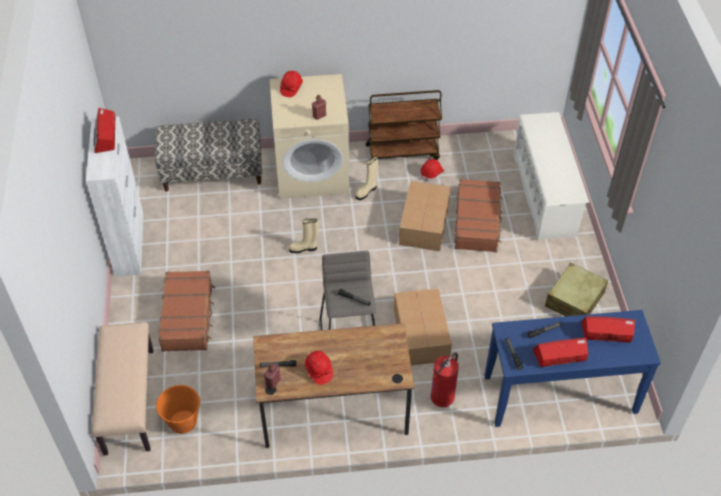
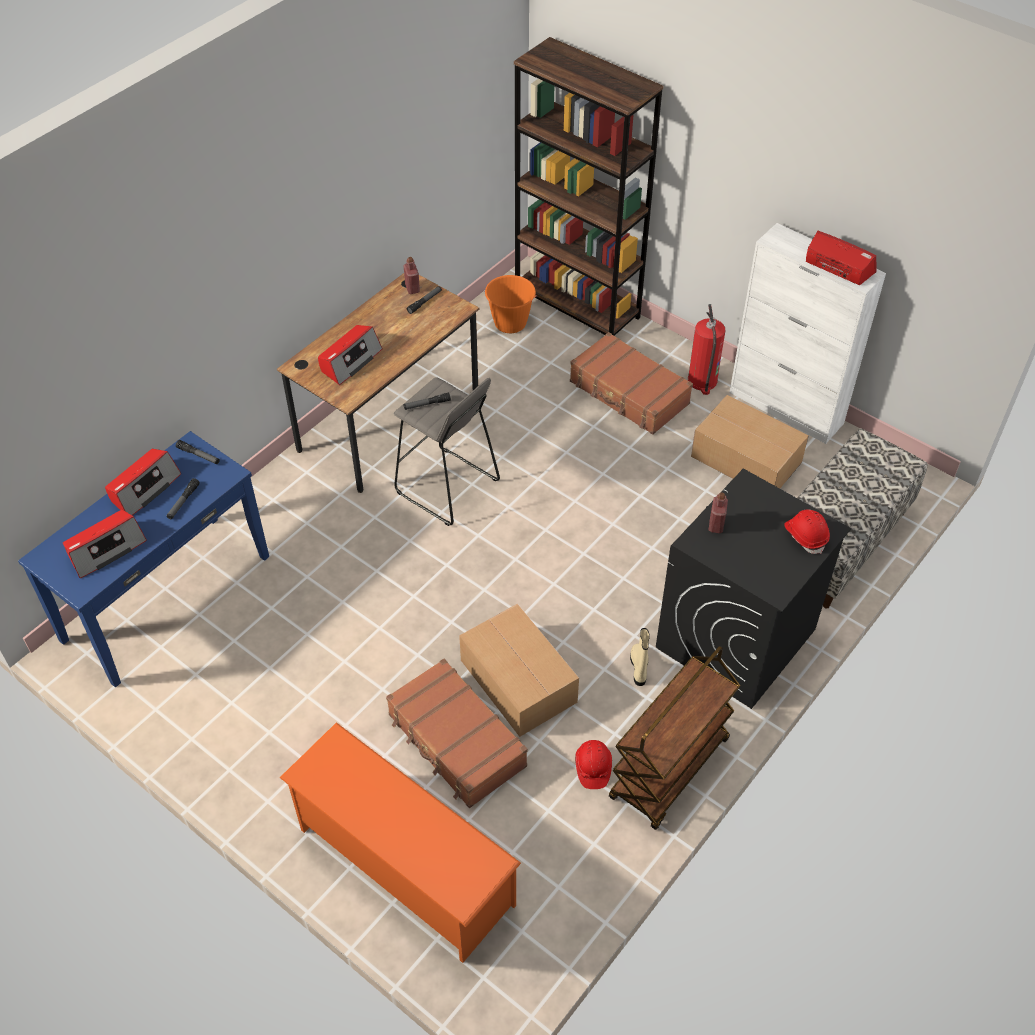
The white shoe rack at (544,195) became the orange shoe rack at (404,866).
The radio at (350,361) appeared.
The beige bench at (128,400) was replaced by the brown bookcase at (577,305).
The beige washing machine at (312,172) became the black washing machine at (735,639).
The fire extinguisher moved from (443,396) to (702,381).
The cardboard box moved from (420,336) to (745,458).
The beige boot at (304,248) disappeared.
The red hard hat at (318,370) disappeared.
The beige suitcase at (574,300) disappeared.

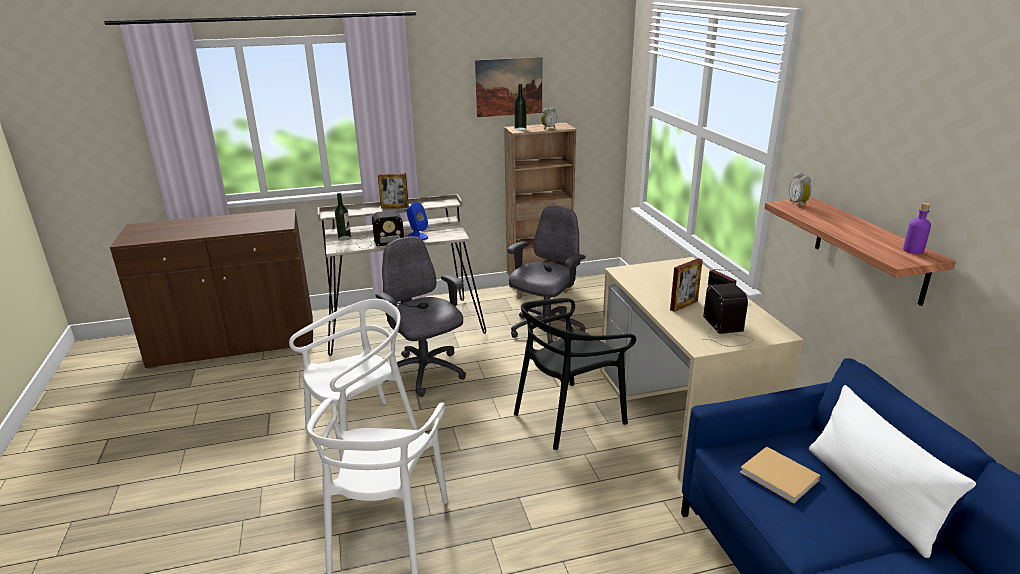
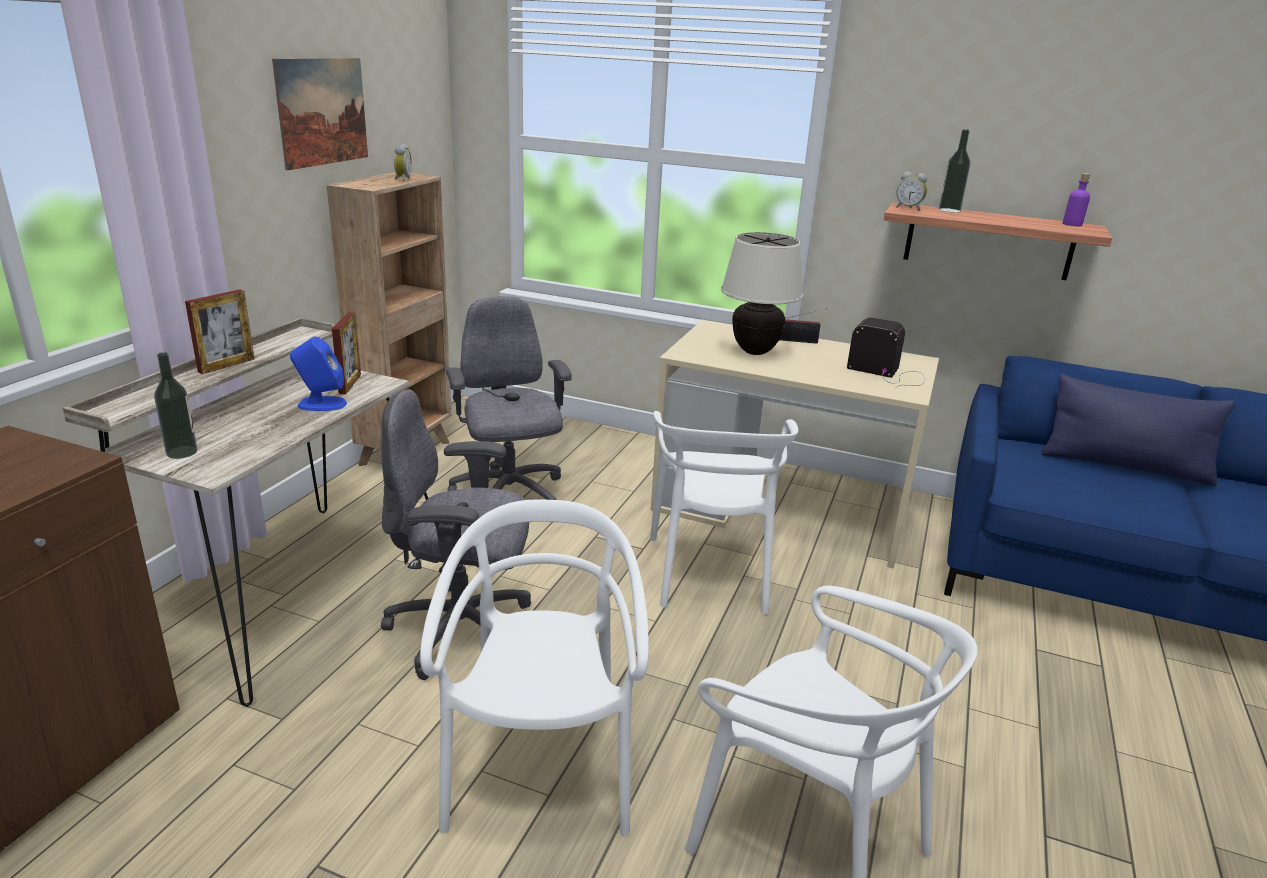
The picture frame moved from (684,305) to (350,384).
The black chair at (568,416) became the white chair at (711,572).
The beige table lamp at (755,351) appeared.
The bottle moved from (520,129) to (949,210).
The white pillow at (871,496) became the blue pillow at (1124,466).
The radio at (378,242) disappeared.
The beige book at (781,477) disappeared.

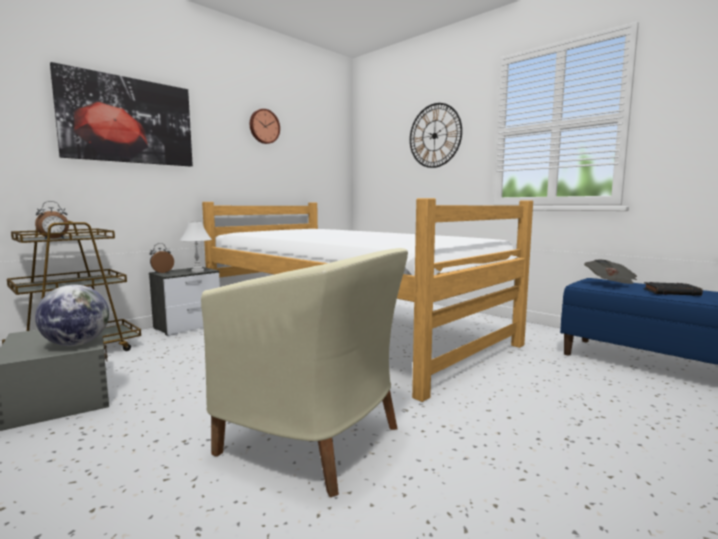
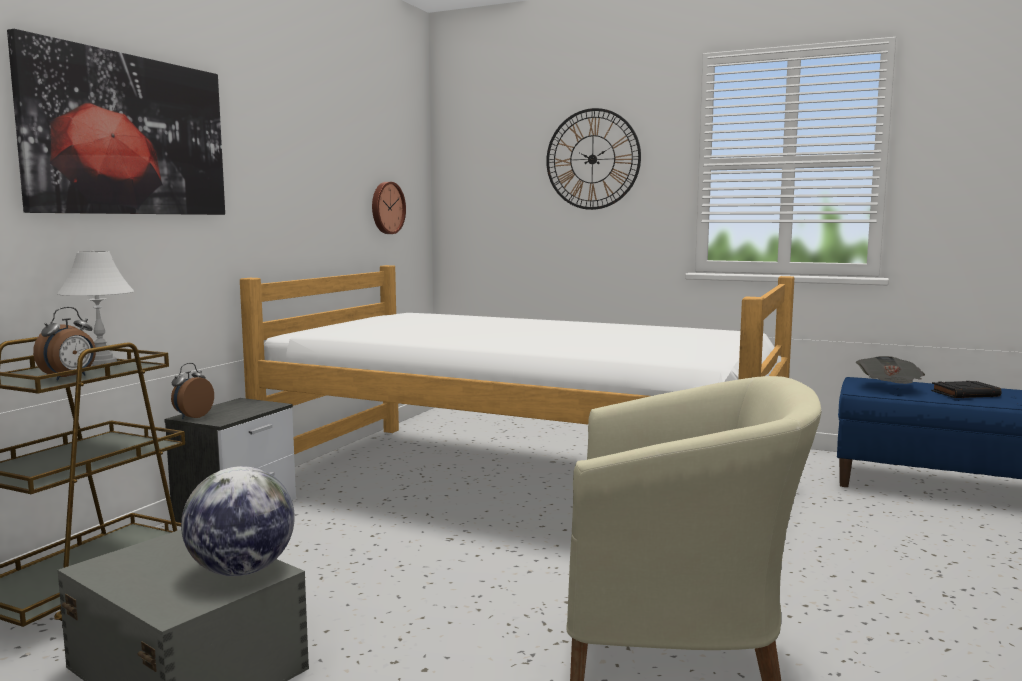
The white table lamp moved from (198,271) to (102,364).
The wall clock moved from (264,126) to (386,208).

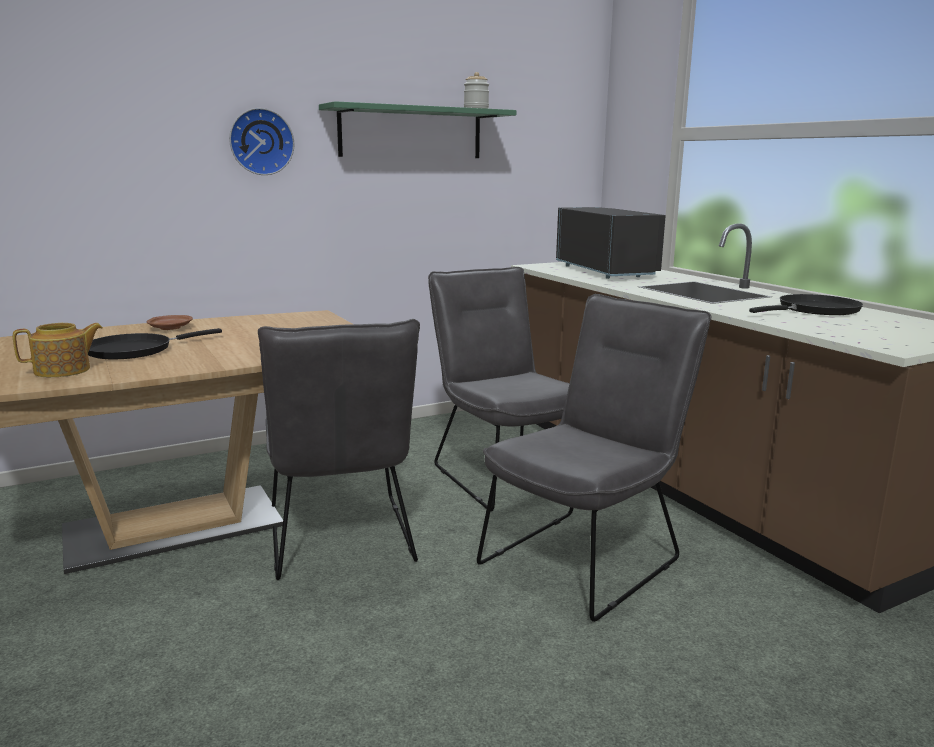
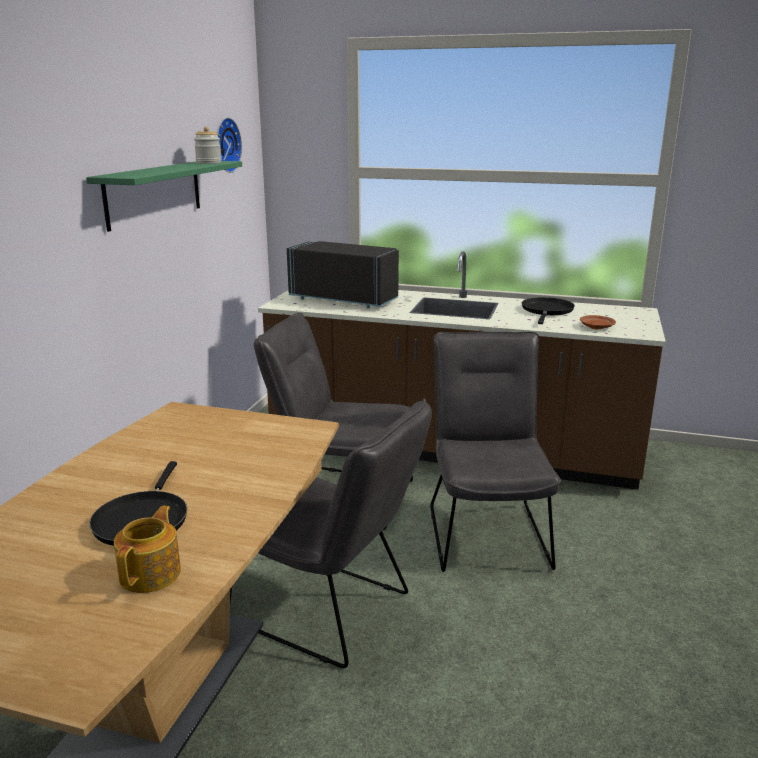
The wall clock moved from (261,142) to (225,145).
The brown plate moved from (170,328) to (596,327).

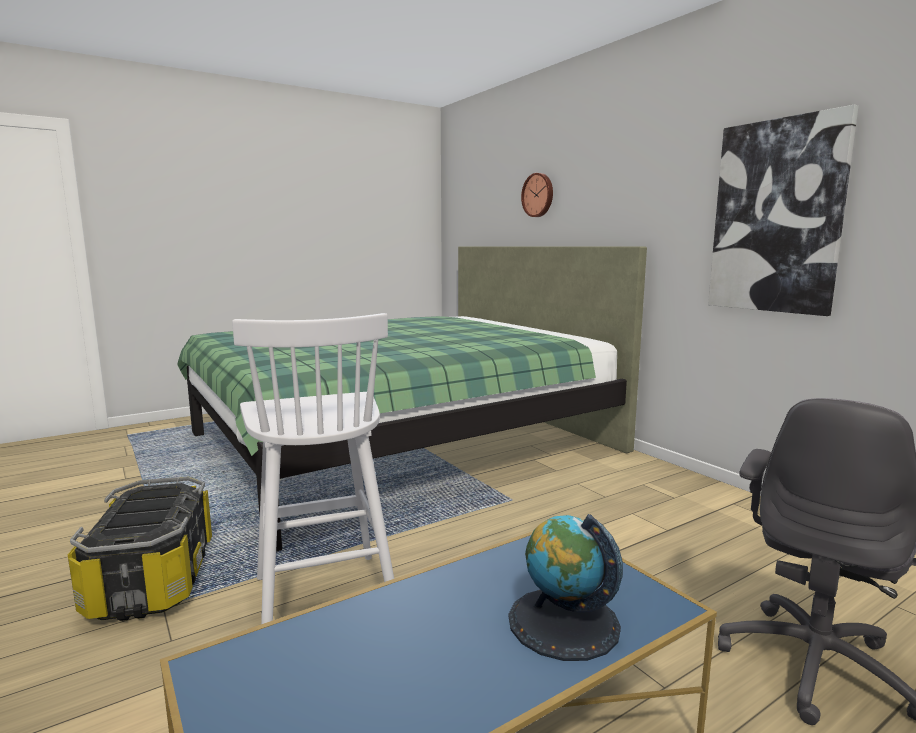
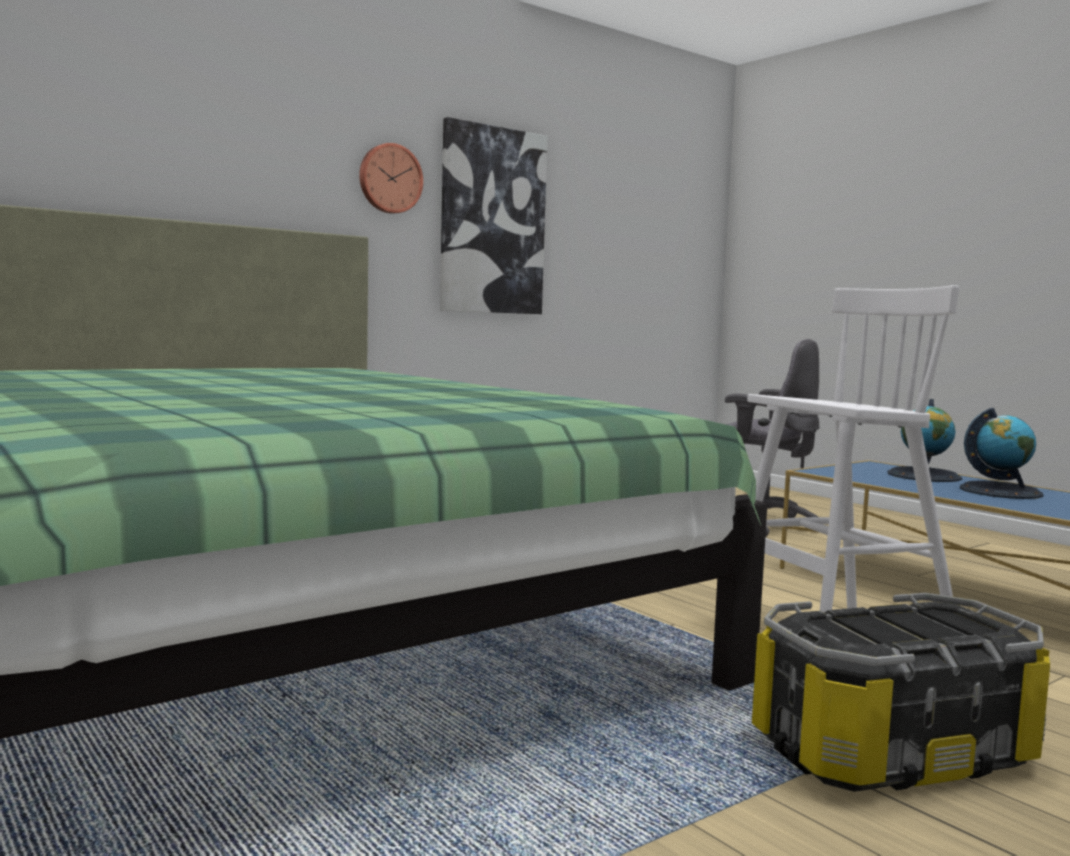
The wall clock moved from (538,195) to (389,179).
The globe at (1000,491) appeared.

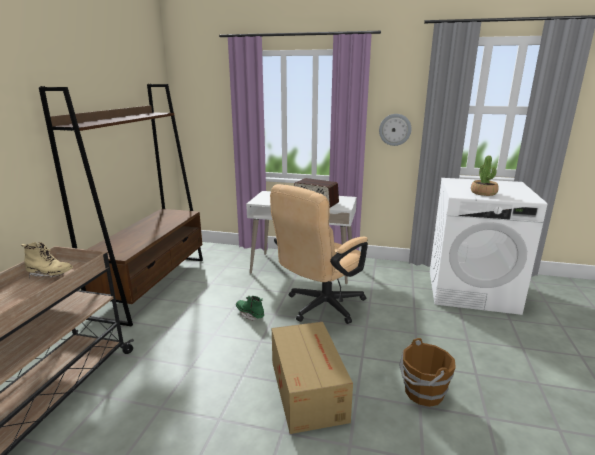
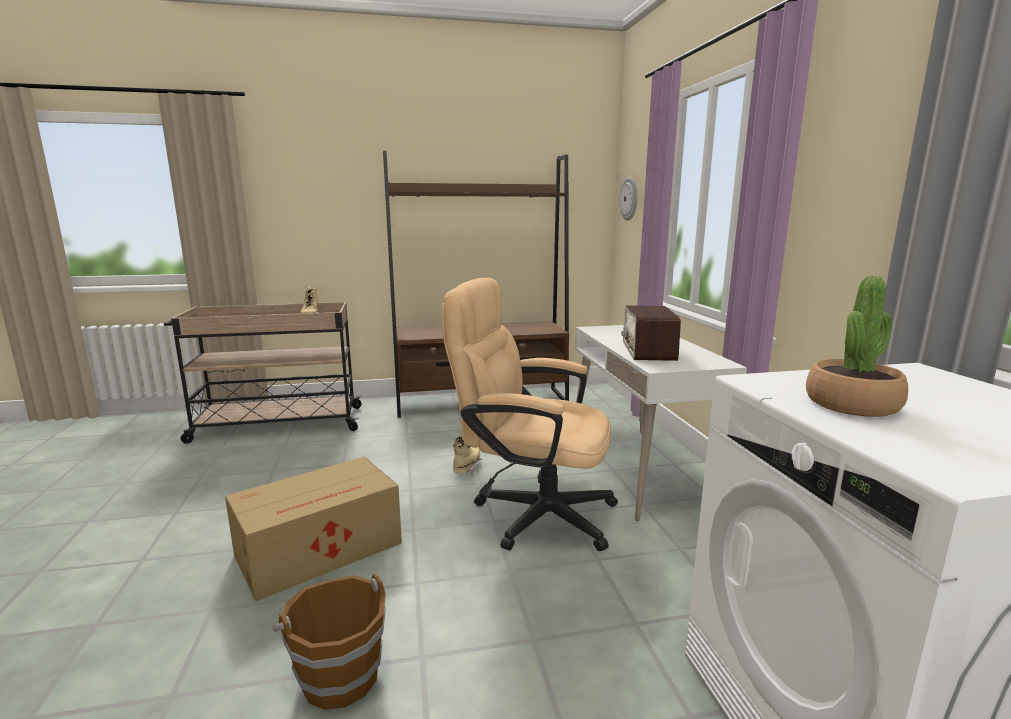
The green boot at (250,314) became the beige boot at (467,467).
The wall clock moved from (395,129) to (629,199).

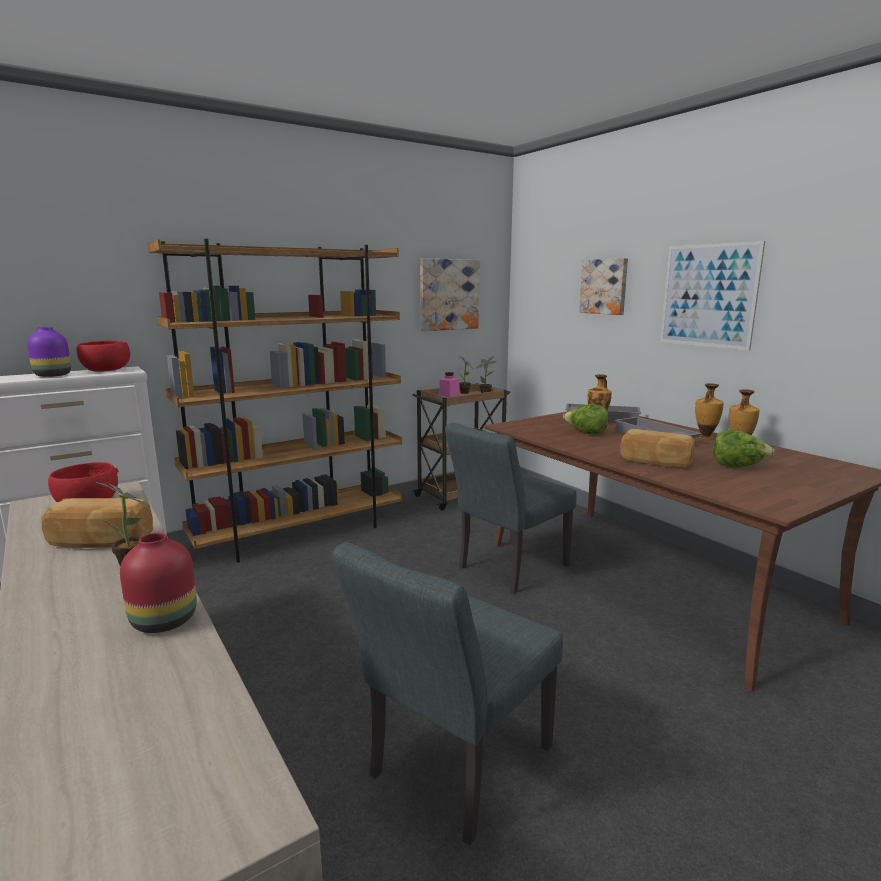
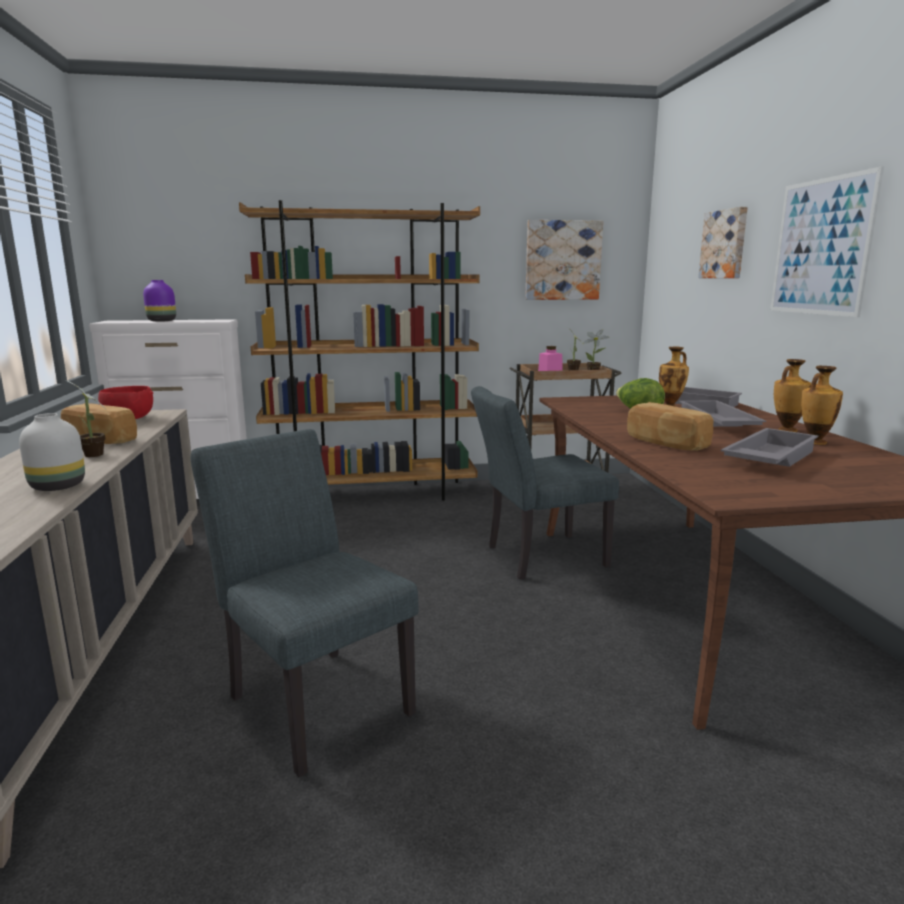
The red vase at (164,620) became the white vase at (58,486).
The grey chair at (452,770) turned 75 degrees clockwise.
The lettuce at (738,467) was replaced by the grey tray at (767,458).
The red bowl at (107,370) disappeared.

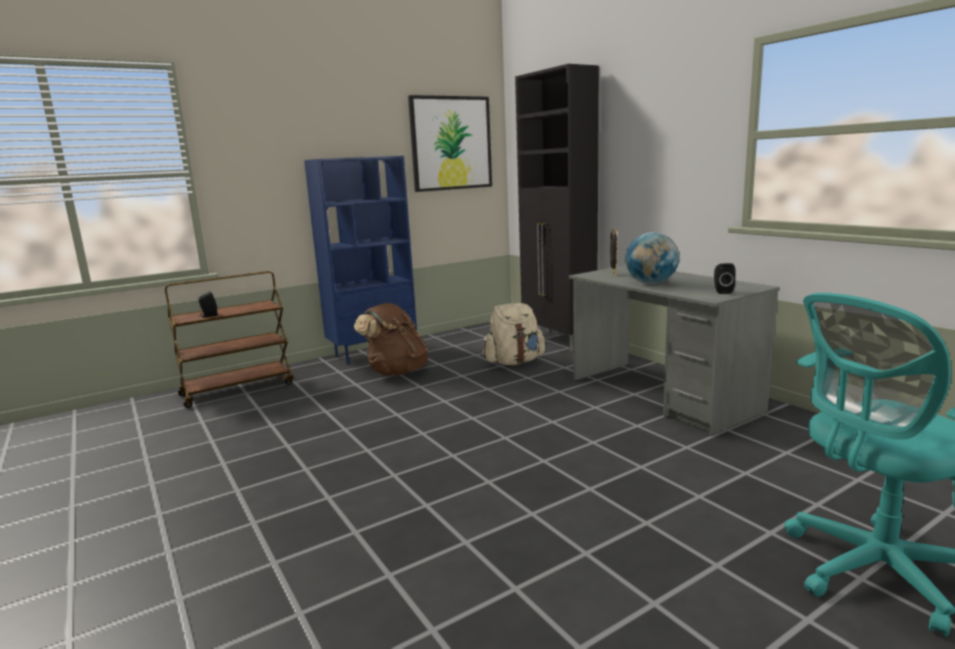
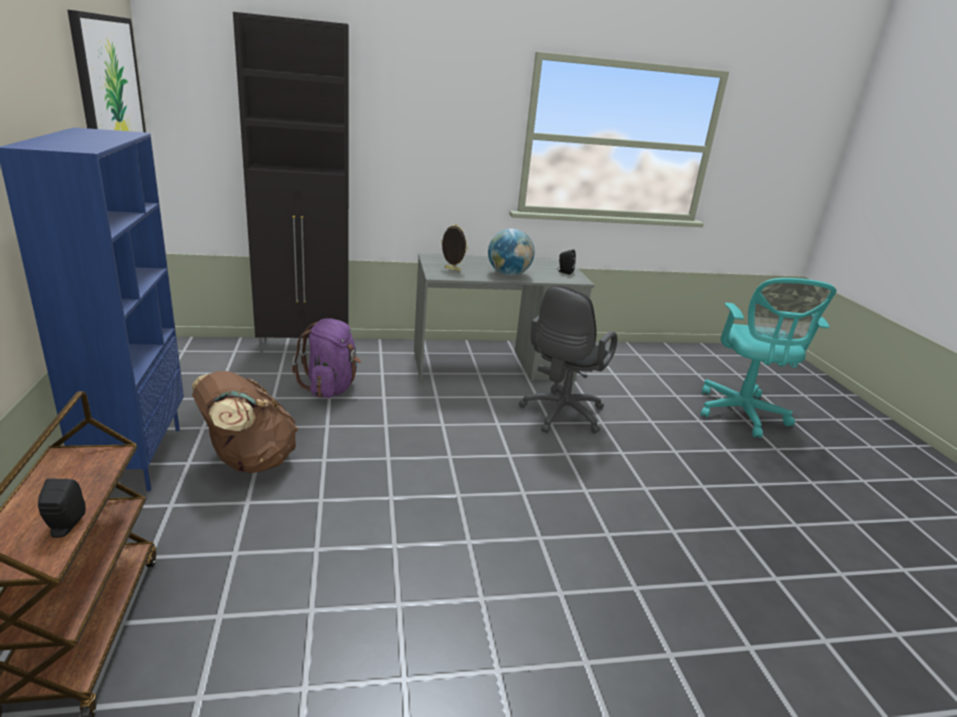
The beige backpack at (514,362) became the purple backpack at (330,388).
The black office chair at (560,415) appeared.

